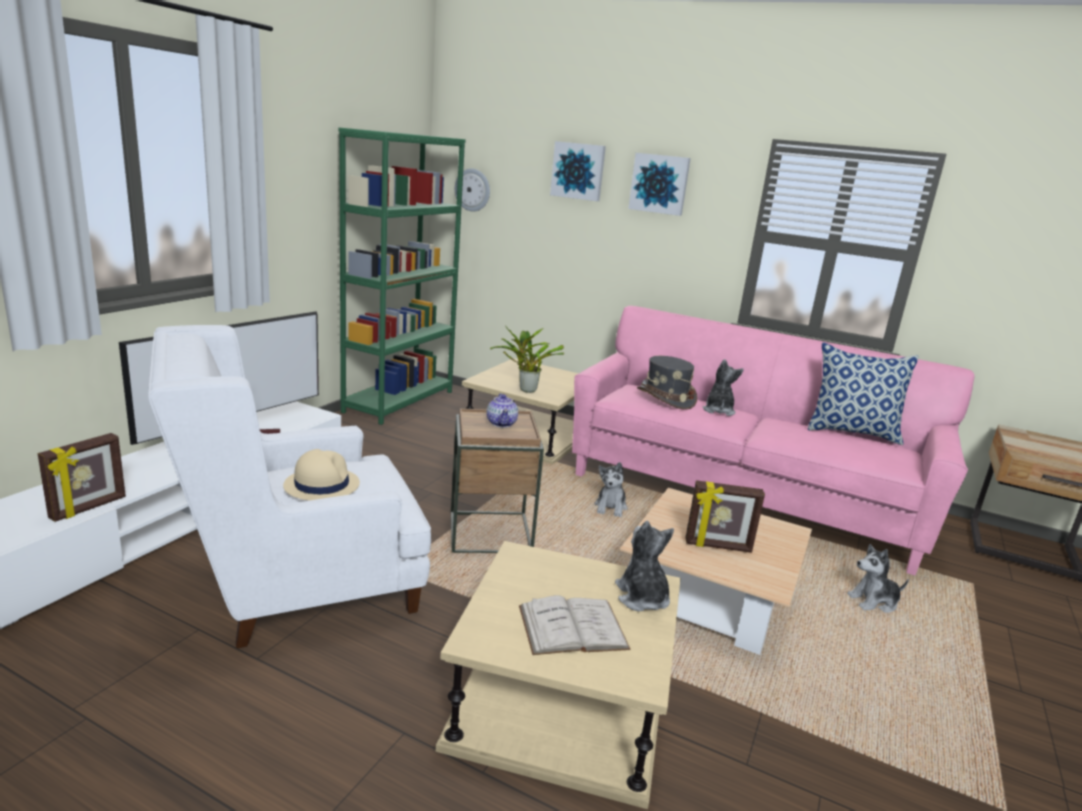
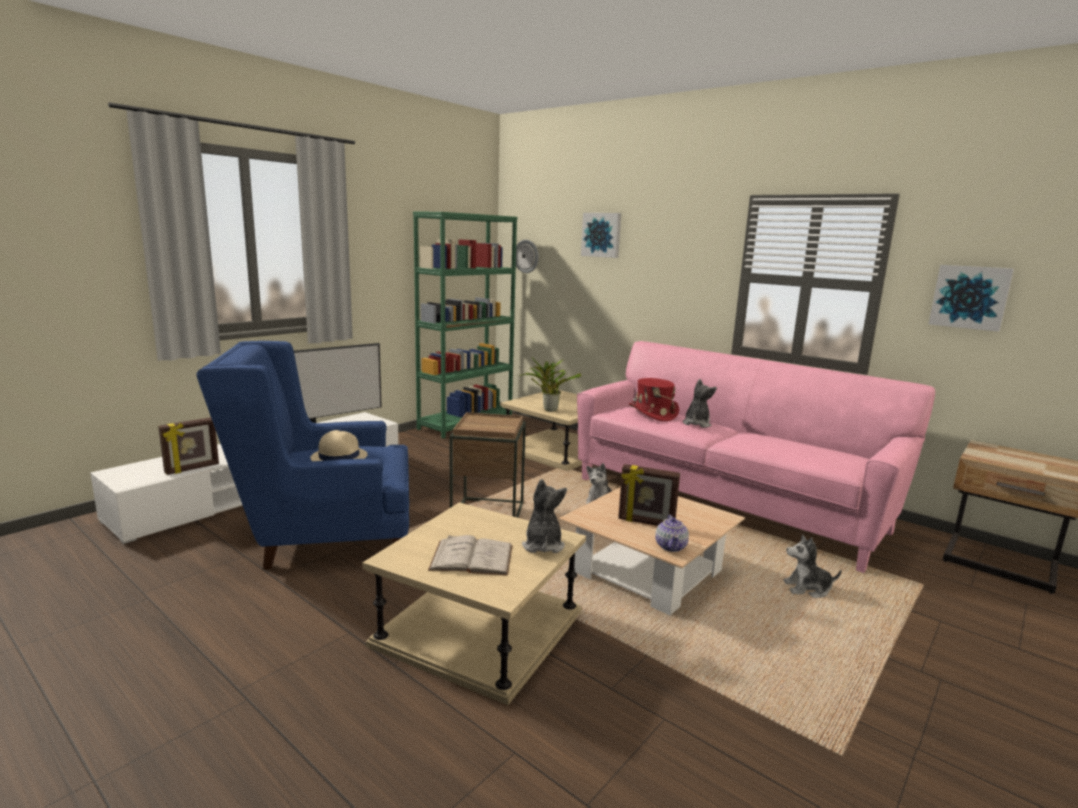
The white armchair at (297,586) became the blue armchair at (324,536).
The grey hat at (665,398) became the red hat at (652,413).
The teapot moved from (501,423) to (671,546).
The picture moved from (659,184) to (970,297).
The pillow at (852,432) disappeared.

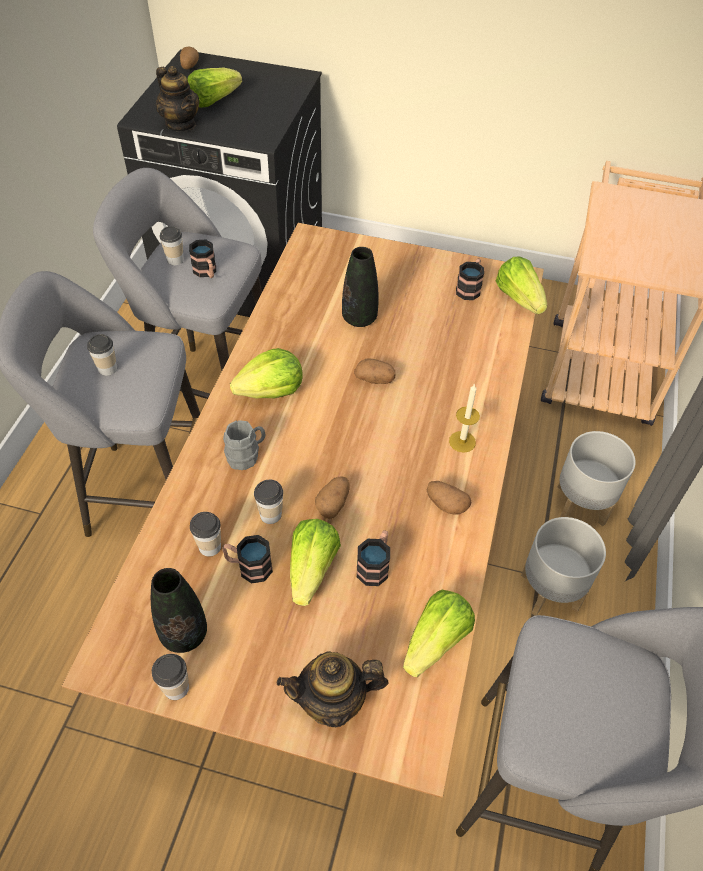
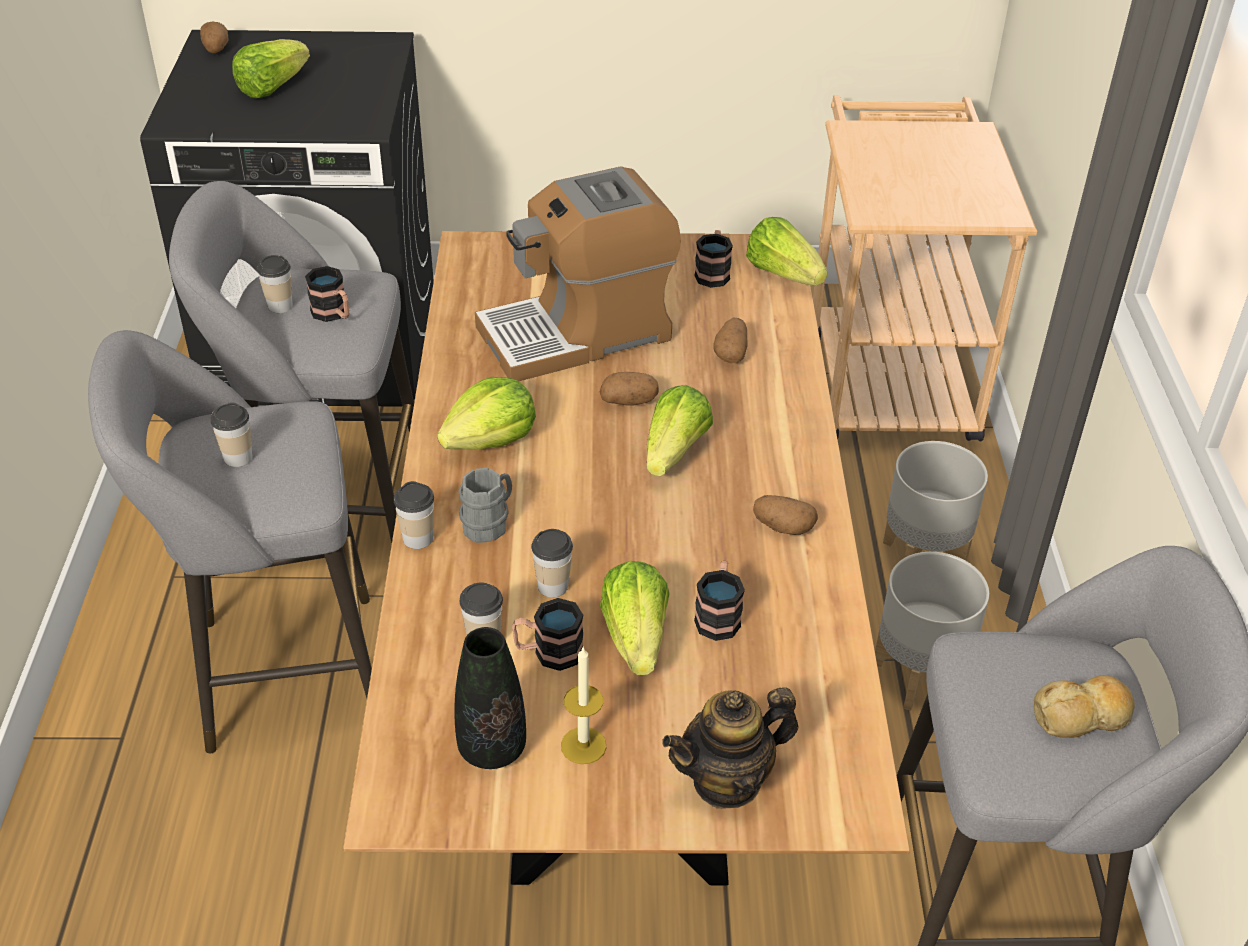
The cup moved from (176,688) to (418,538).
The black vase at (359,318) was replaced by the coffee machine at (578,333).
The candle moved from (462,441) to (583,745).
The lettuce moved from (436,641) to (674,452).
The potato moved from (333,504) to (731,353).
The bread at (1082,716) appeared.
The teapot at (181,124) disappeared.

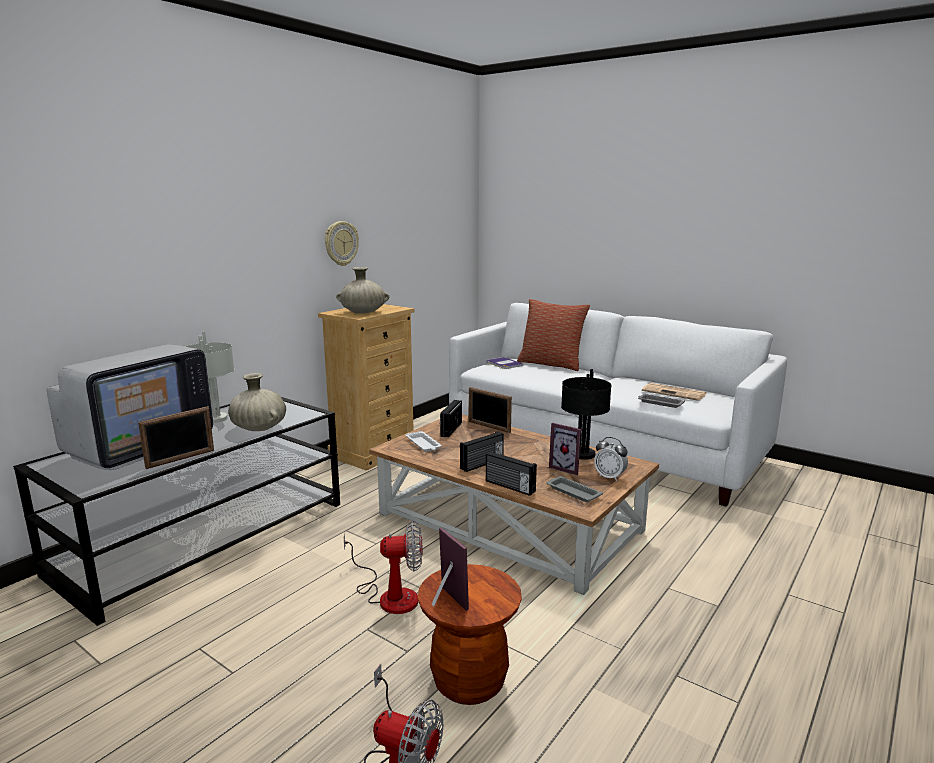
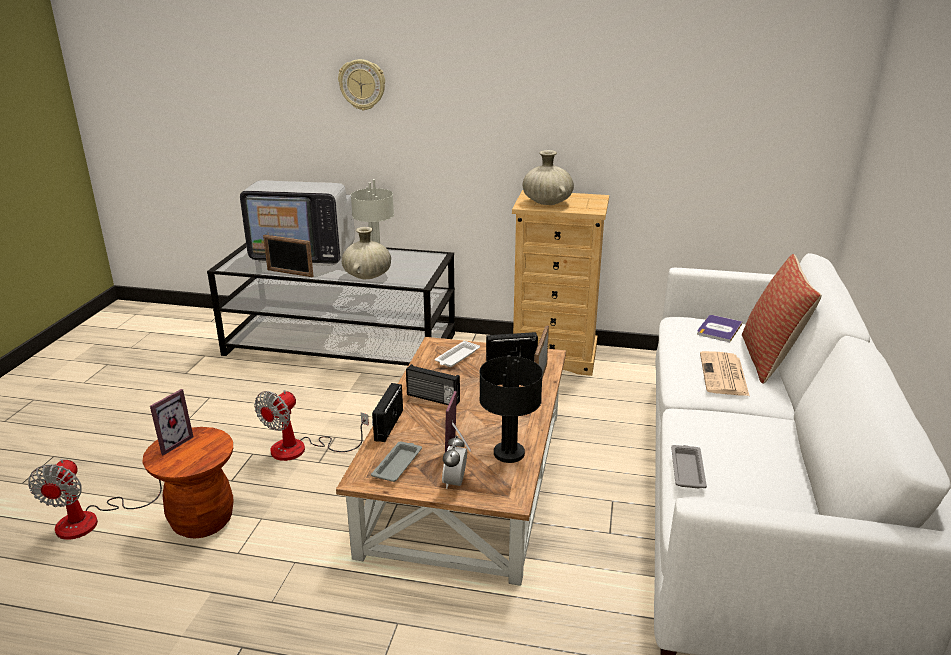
The fan at (390,595) turned 60 degrees clockwise.
The wall clock moved from (341,243) to (362,84).
The newspaper moved from (675,393) to (724,375).

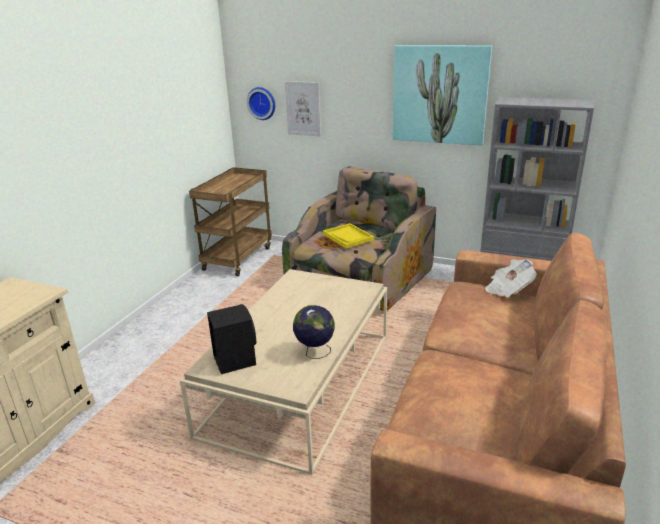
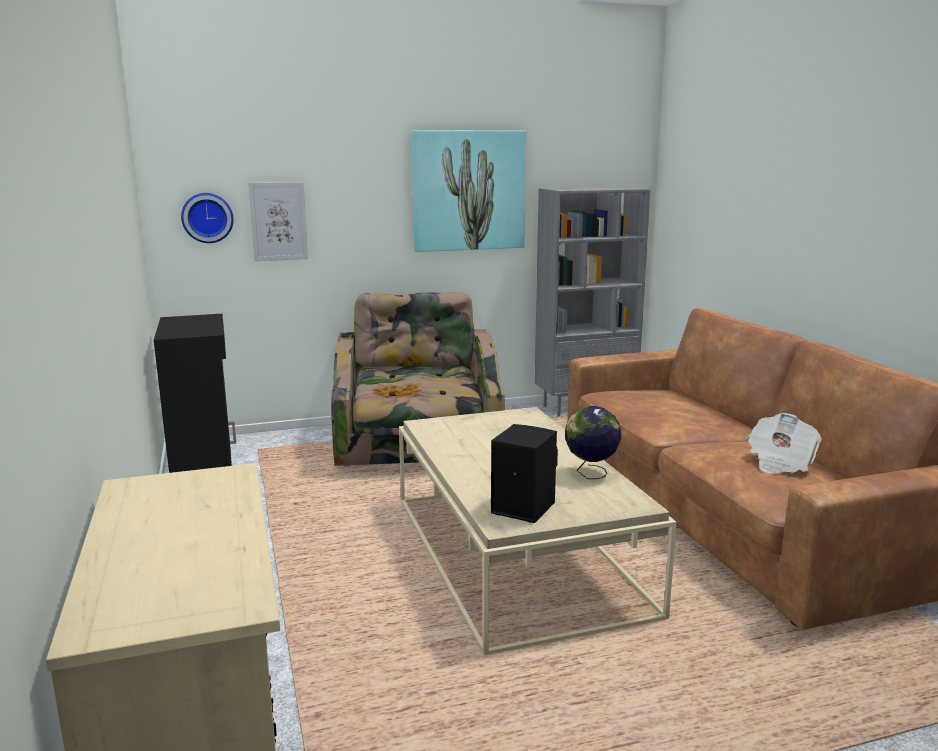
The brown cart at (237,258) was replaced by the black cabinet at (204,465).
The newspaper moved from (508,289) to (780,462).
The yellow tray at (348,237) disappeared.

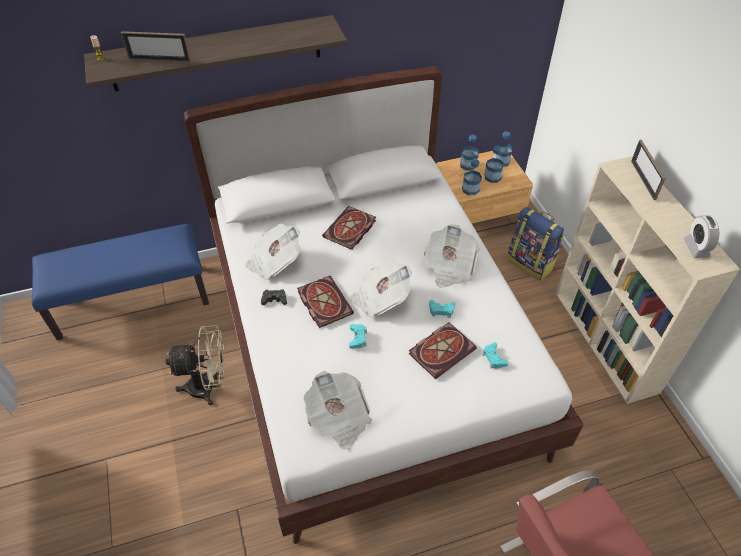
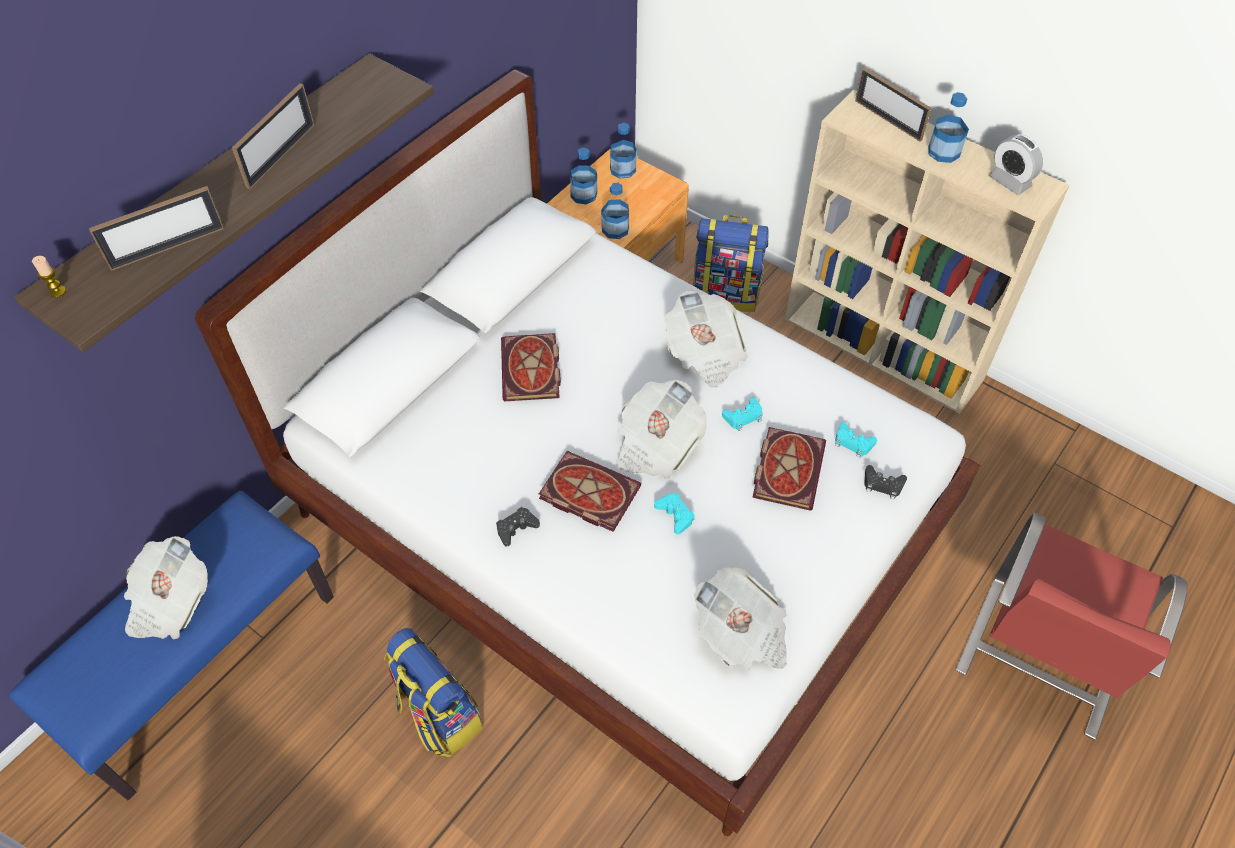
The newspaper moved from (274,261) to (169,602).
The picture frame at (281,155) appeared.
The beige fan at (208,387) was replaced by the backpack at (438,715).
The black game controller at (882,485) appeared.
The bottle moved from (492,177) to (943,152).

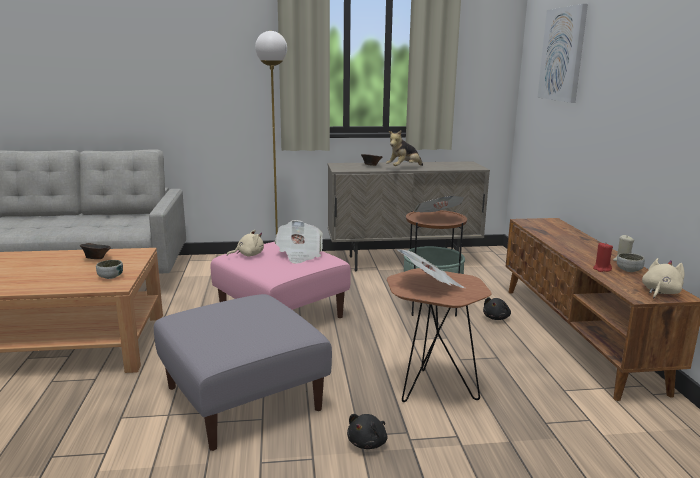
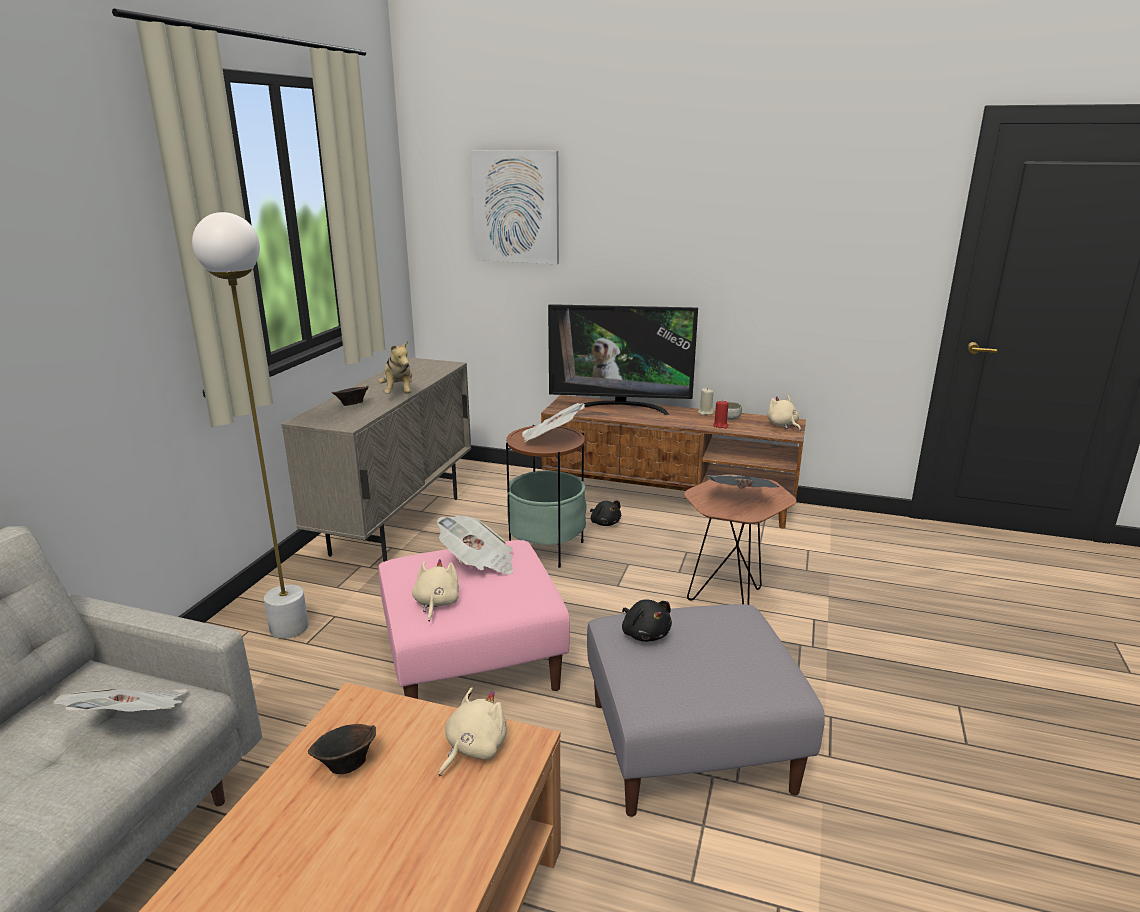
The newspaper at (134,722) appeared.
The bowl at (110,277) was replaced by the beige plush toy at (473,748).
The television at (620,407) appeared.
The black plush toy moved from (368,443) to (645,633).

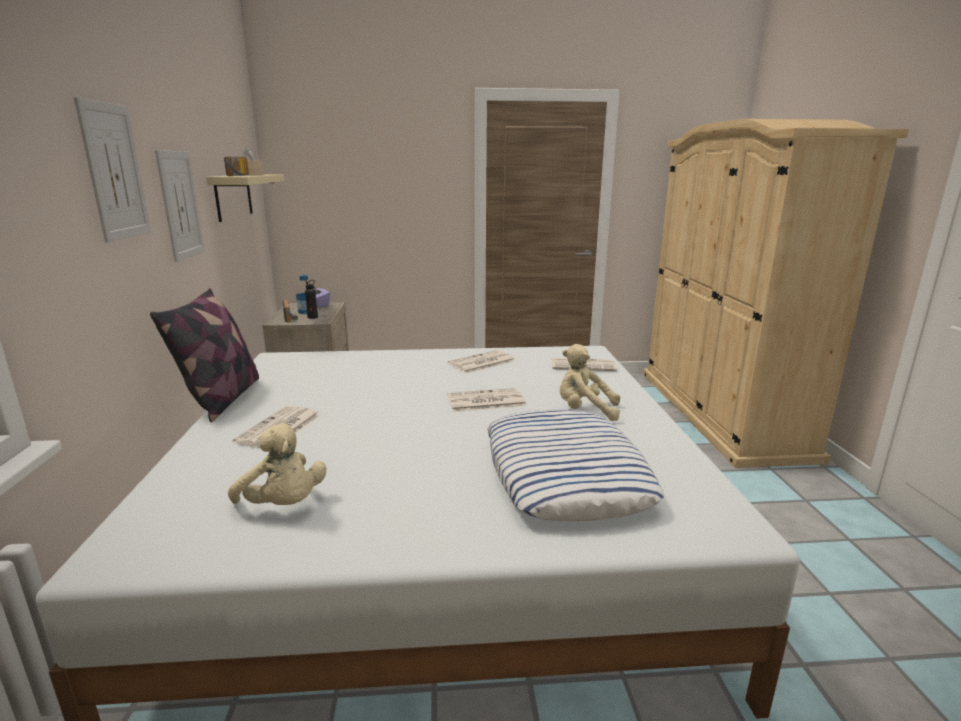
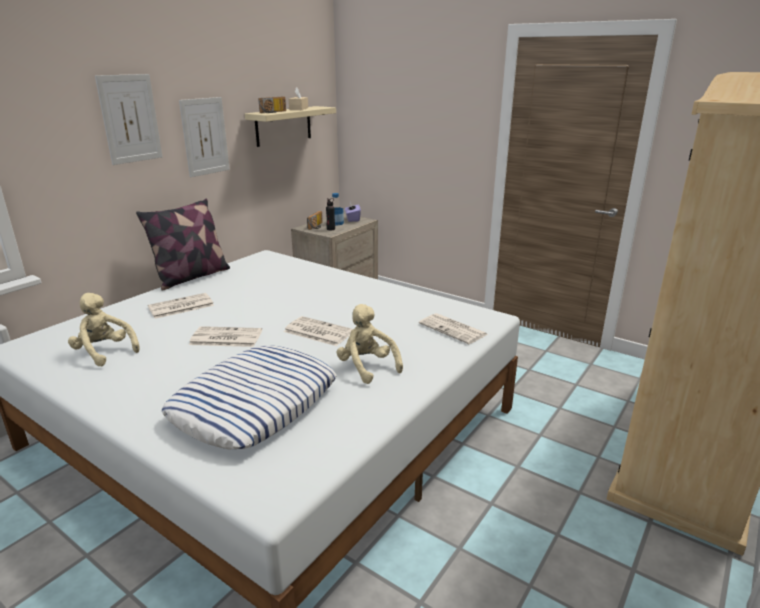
The beige plush toy at (283,505) turned 135 degrees clockwise.
The newspaper moved from (481,363) to (225,338).

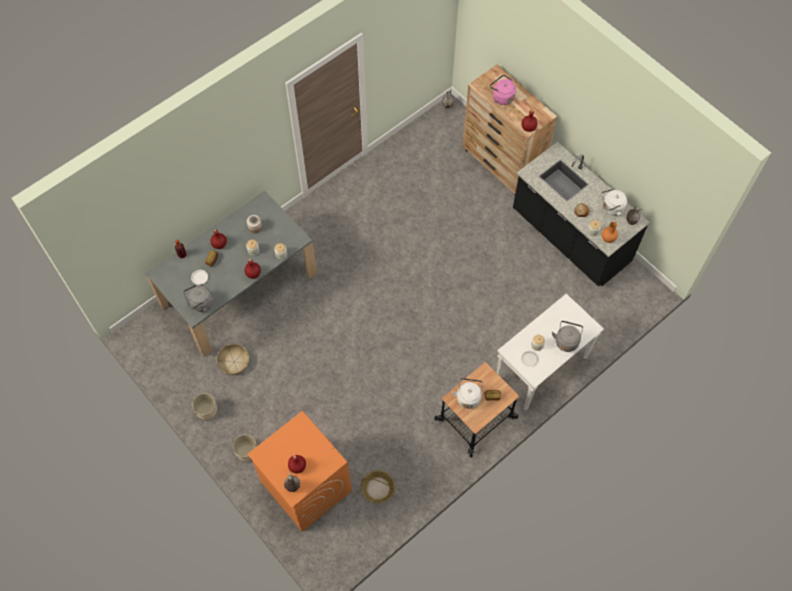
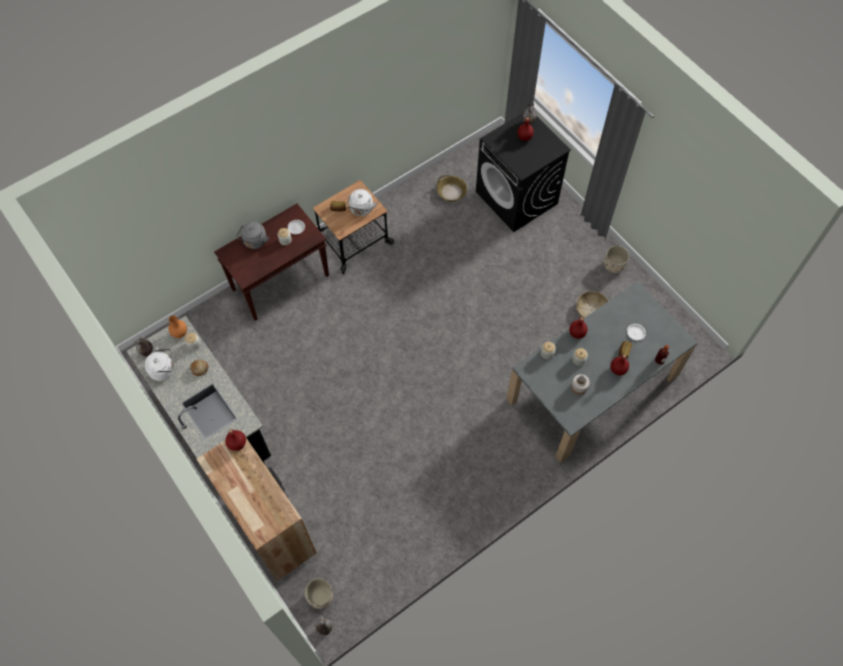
The white console table at (541,369) became the brown console table at (281,282).
The beige planter moved from (247,452) to (320,597).
The orange washing machine at (305,486) became the black washing machine at (517,198).
The grey kettle at (200,304) disappeared.
The pink kettle at (502,97) disappeared.

